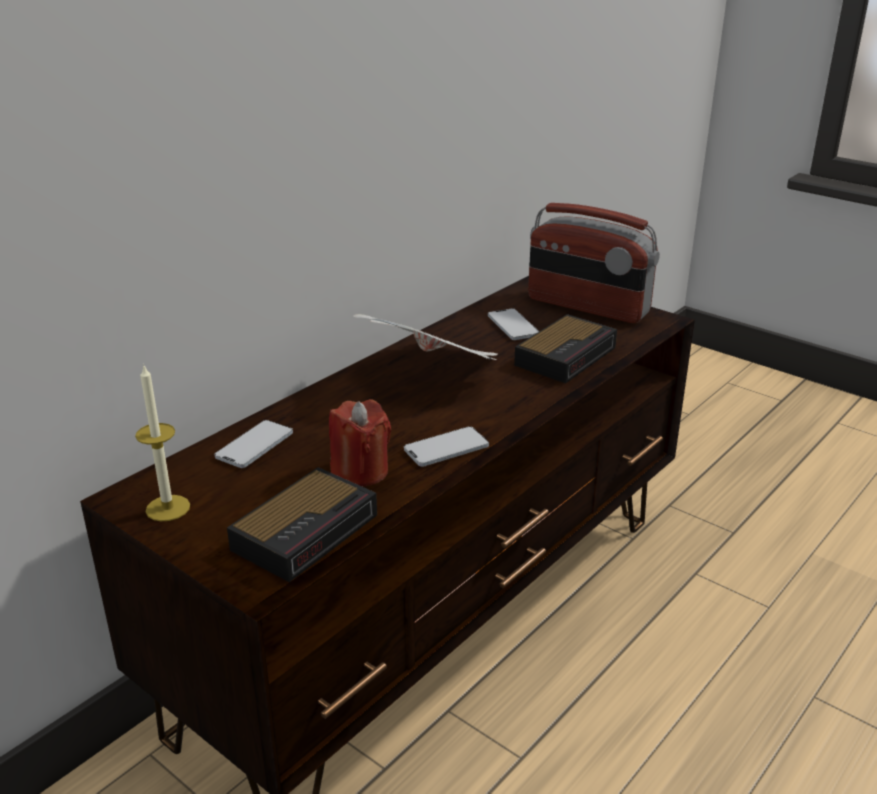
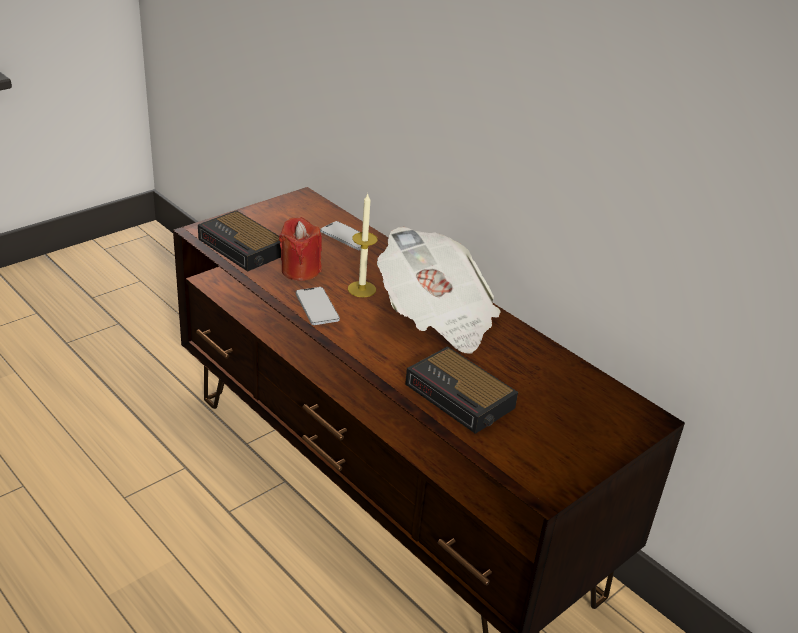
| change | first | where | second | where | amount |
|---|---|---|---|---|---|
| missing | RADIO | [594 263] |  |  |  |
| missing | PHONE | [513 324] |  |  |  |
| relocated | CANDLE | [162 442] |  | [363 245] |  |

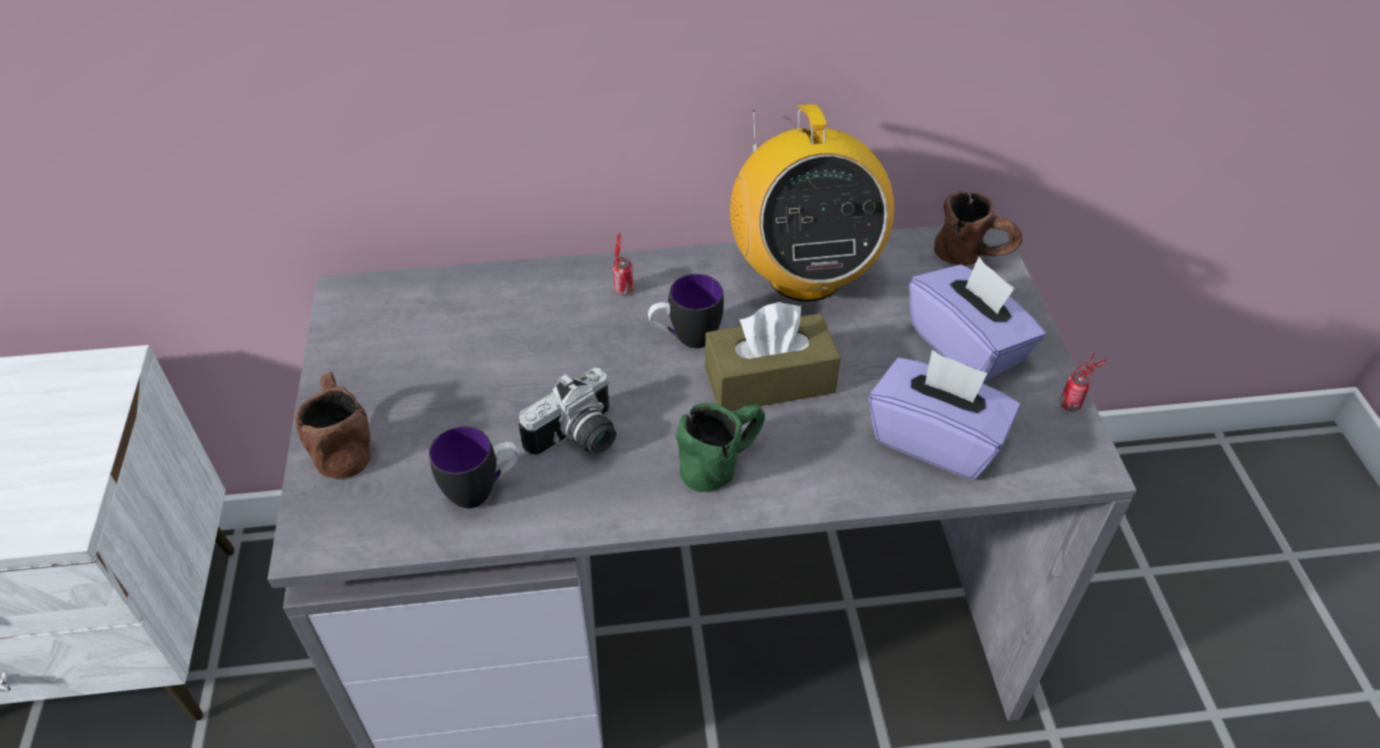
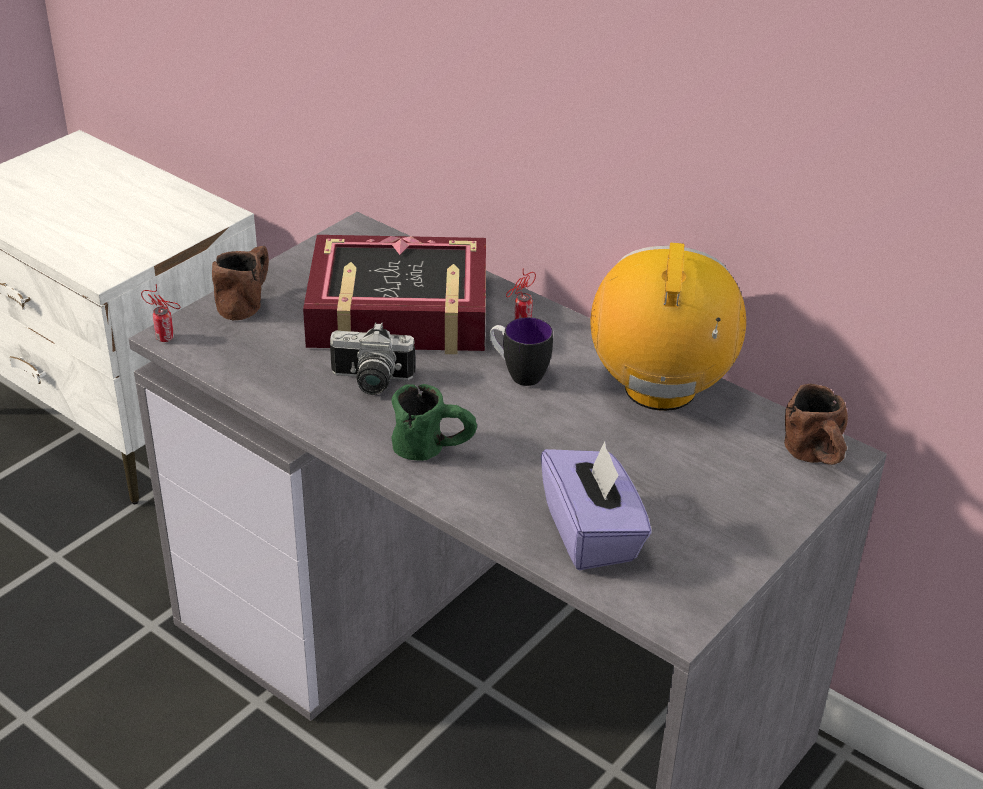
| change | first | where | second | where | amount |
|---|---|---|---|---|---|
| spun | RADIO | [812 203] |  | [668 326] | 150 degrees clockwise |
| missing | PURPLE TISSUE BOX | [977 320] |  |  |  |
| missing | BROWN TISSUE BOX | [773 356] |  |  |  |
| relocated | CAN | [1083 382] |  | [161 313] |  |
| missing | MUG | [474 467] |  |  |  |
| appeared |  |  | BOOK | [394 294] |  |

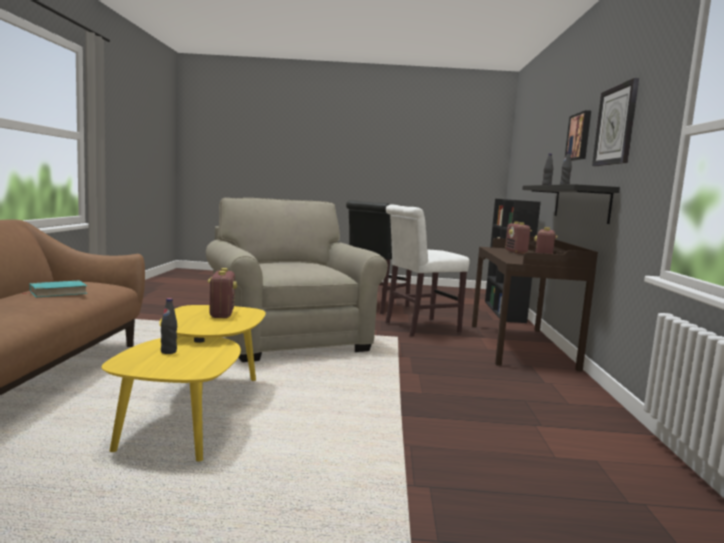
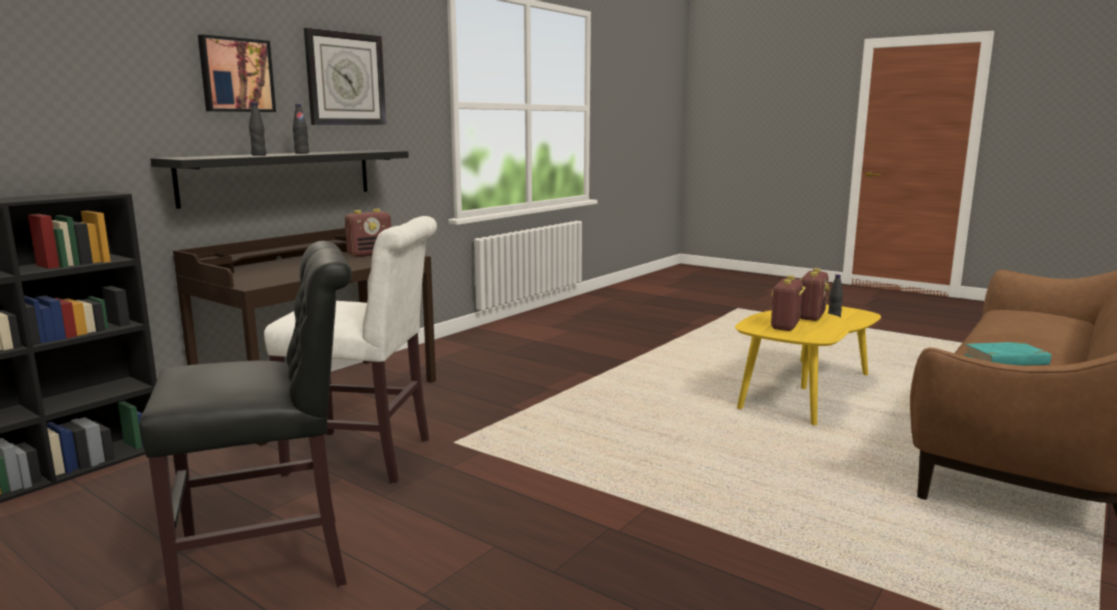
| change | first | where | second | where | amount |
|---|---|---|---|---|---|
| missing | BEIGE ARMCHAIR | [297 280] |  |  |  |
| relocated | RADIO | [518 237] |  | [815 294] |  |

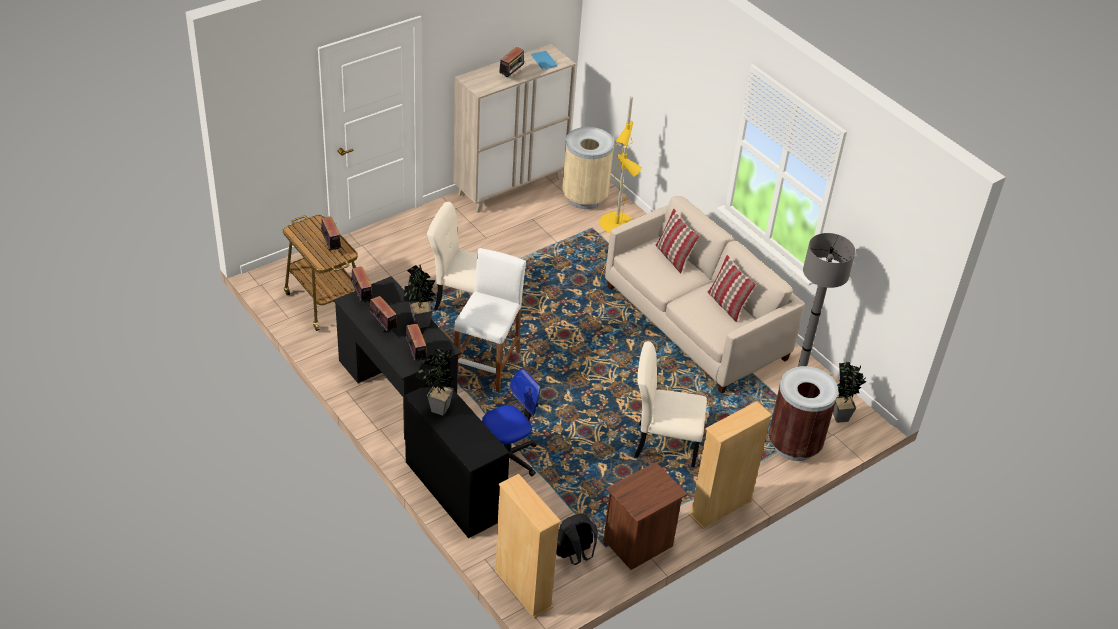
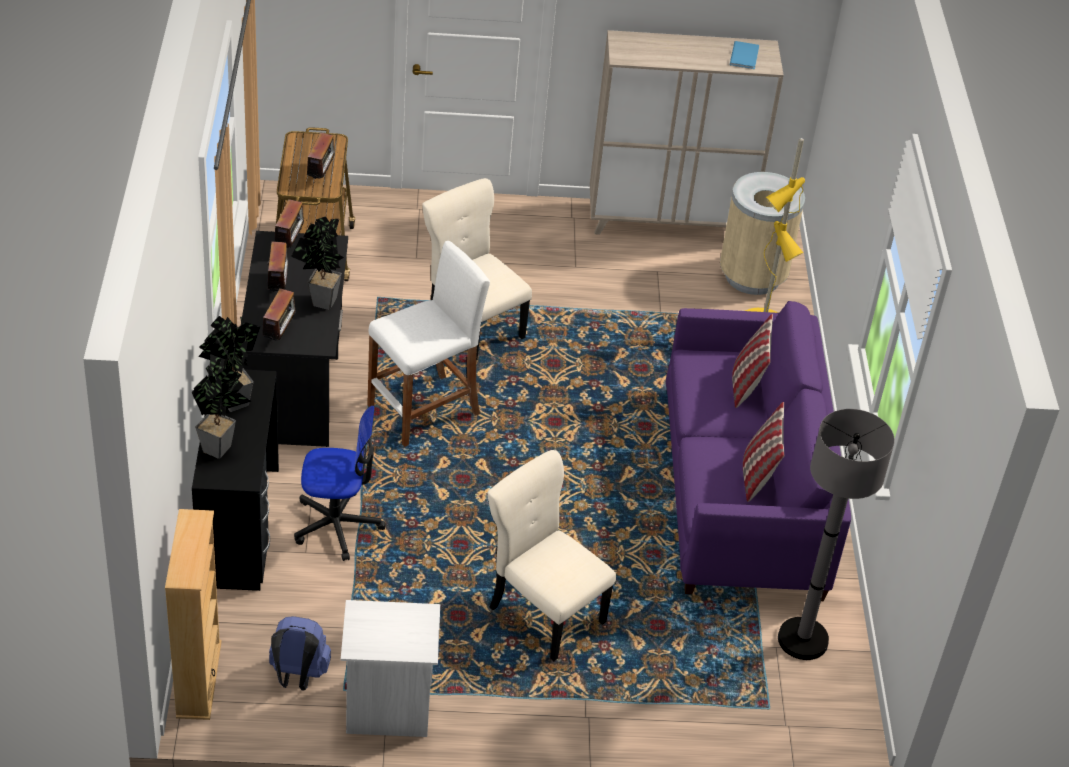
| change | first | where | second | where | amount |
|---|---|---|---|---|---|
| missing | RADIO | [510 62] |  |  |  |
| colour | BEIGE SOFA | [705 295] | PURPLE SOFA | [758 451] |  |
| relocated | POTTED PLANT | [849 392] |  | [222 406] |  |
| missing | BROWN TRASH CAN | [803 413] |  |  |  |
| missing | BEIGE BOOKCASE | [730 465] |  |  |  |
| colour | BROWN NIGHTSTAND | [645 516] | WHITE NIGHTSTAND | [390 668] |  |
| colour | BLACK BACKPACK | [577 539] | BLUE BACKPACK | [300 653] |  |

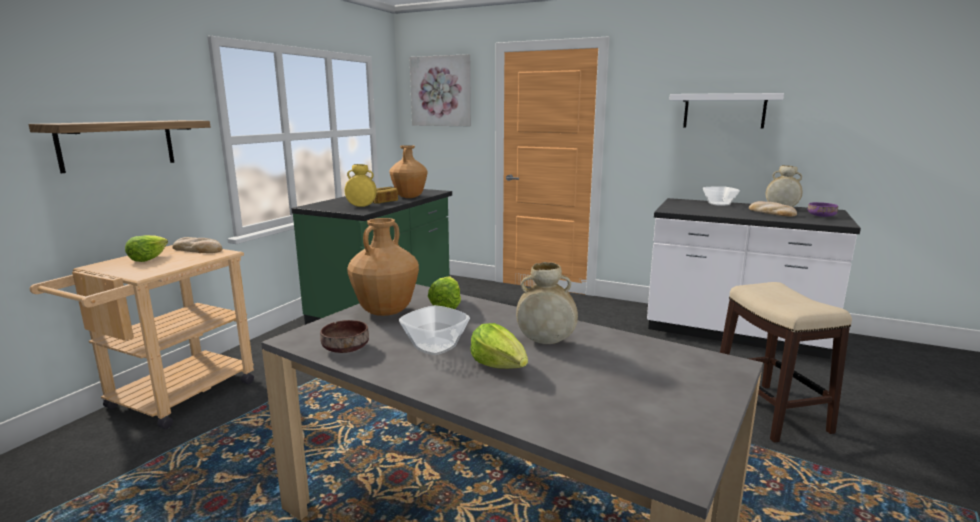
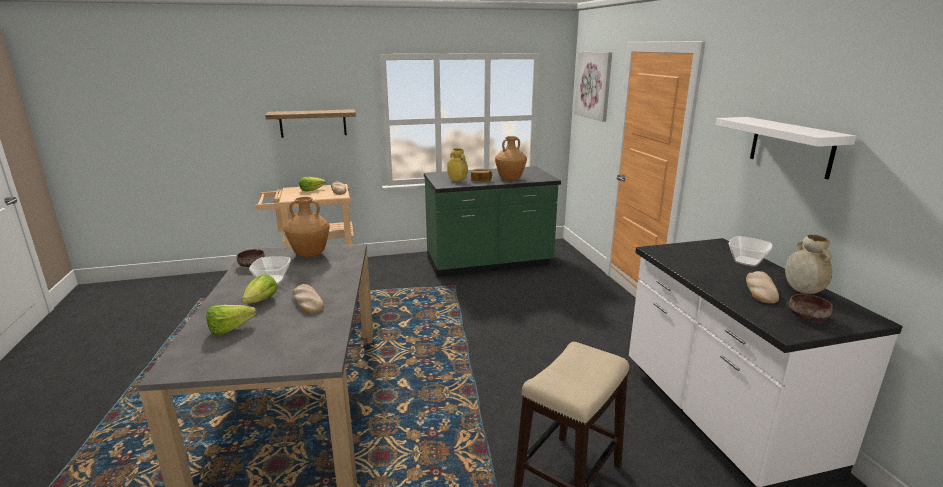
| change | first | where | second | where | amount |
|---|---|---|---|---|---|
| colour | PURPLE BOWL | [823 209] | BROWN BOWL | [811 307] |  |
| exchanged | BEIGE VASE | [547 303] | BREAD | [308 299] |  |
| relocated | LETTUCE | [444 292] |  | [231 320] |  |

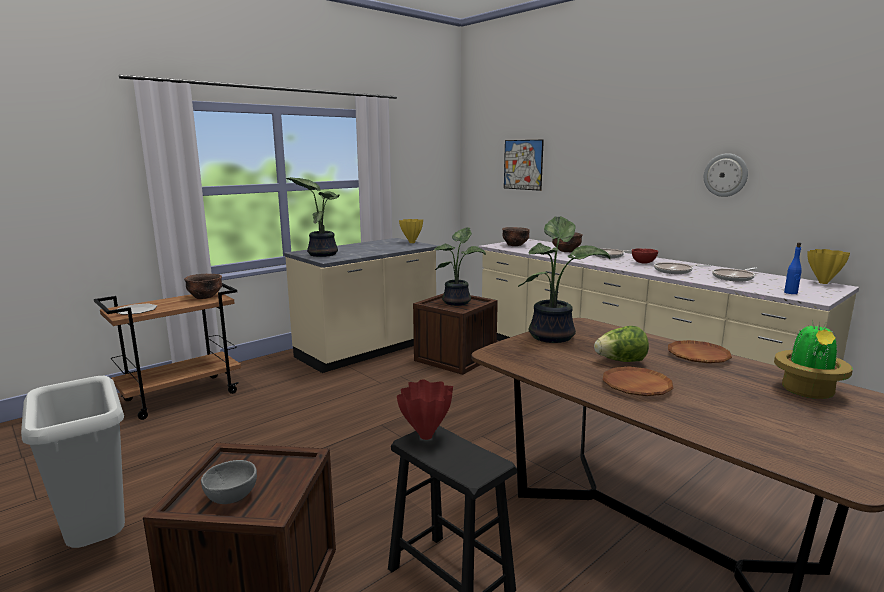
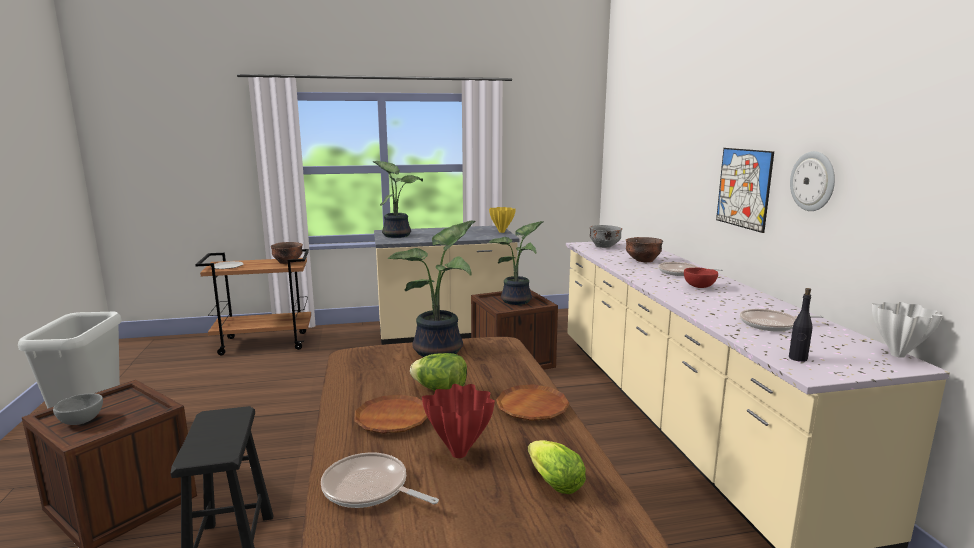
| change | first | where | second | where | amount |
|---|---|---|---|---|---|
| relocated | PICTURE | [524 165] |  | [745 190] |  |
| colour | BROWN BOWL | [516 236] | GREY BOWL | [606 236] |  |
| colour | BLUE BOTTLE | [793 268] | BLACK BOTTLE | [800 325] |  |
| colour | YELLOW VASE | [829 266] | WHITE VASE | [907 330] |  |
| relocated | FRYING PAN | [682 268] |  | [380 480] |  |
| exchanged | POTTED PLANT | [813 360] | LETTUCE | [557 467] |  |
| relocated | RED VASE | [425 409] |  | [458 421] |  |

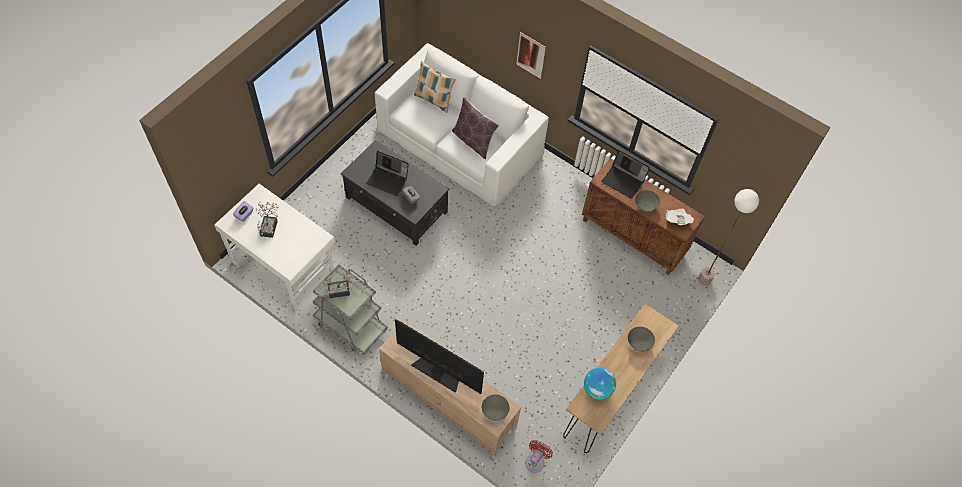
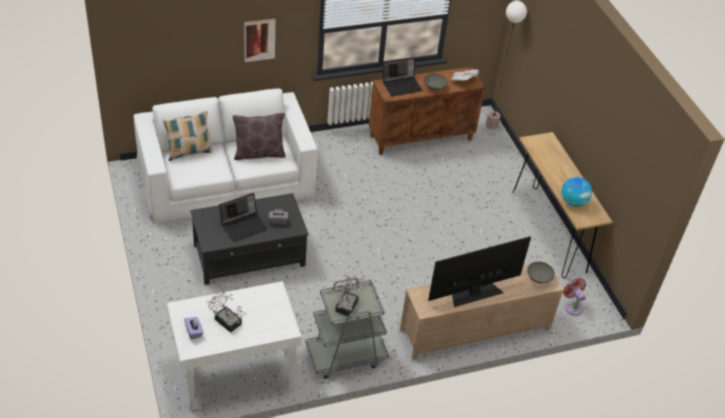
| change | first | where | second | where | amount |
|---|---|---|---|---|---|
| missing | GREY BOWL | [641 339] |  |  |  |

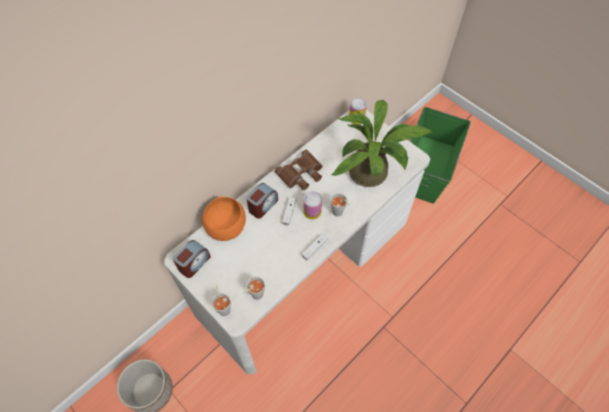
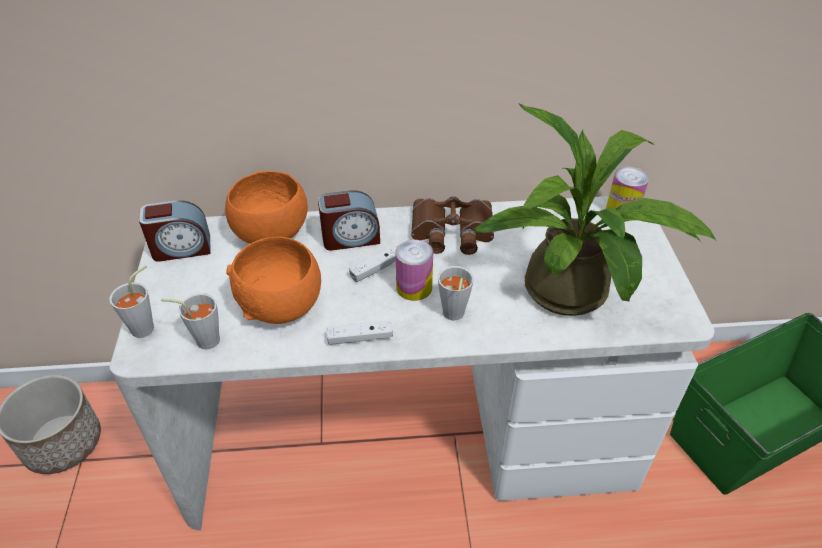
| change | first | where | second | where | amount |
|---|---|---|---|---|---|
| appeared |  |  | ORANGE BOWL | [273 280] |  |

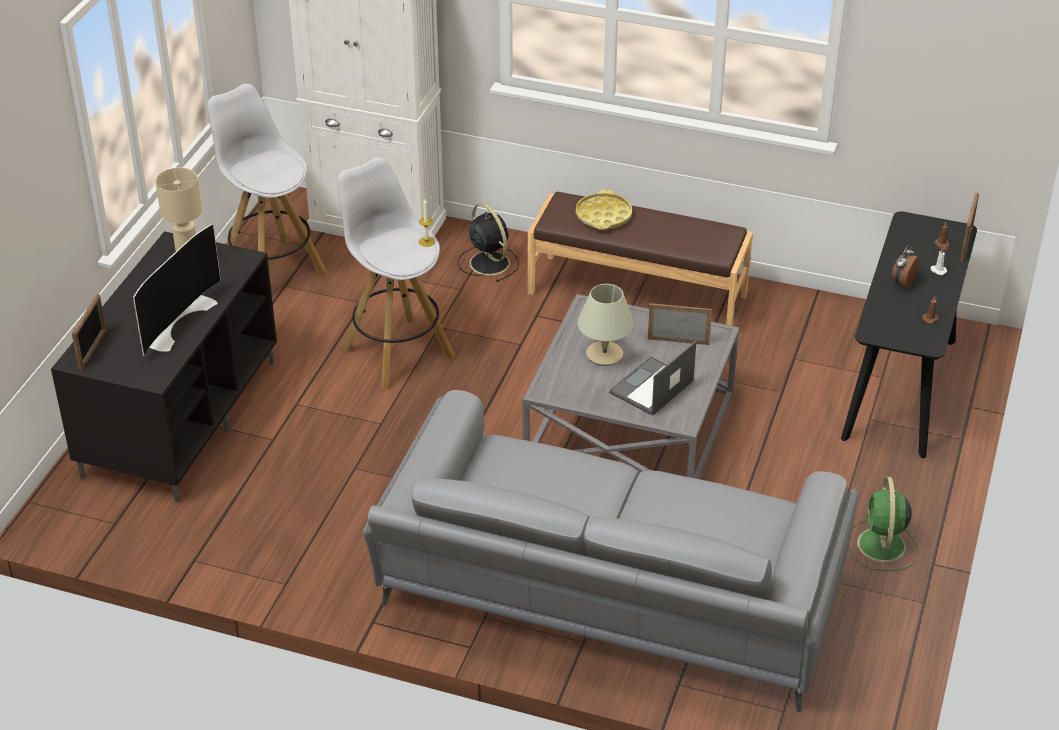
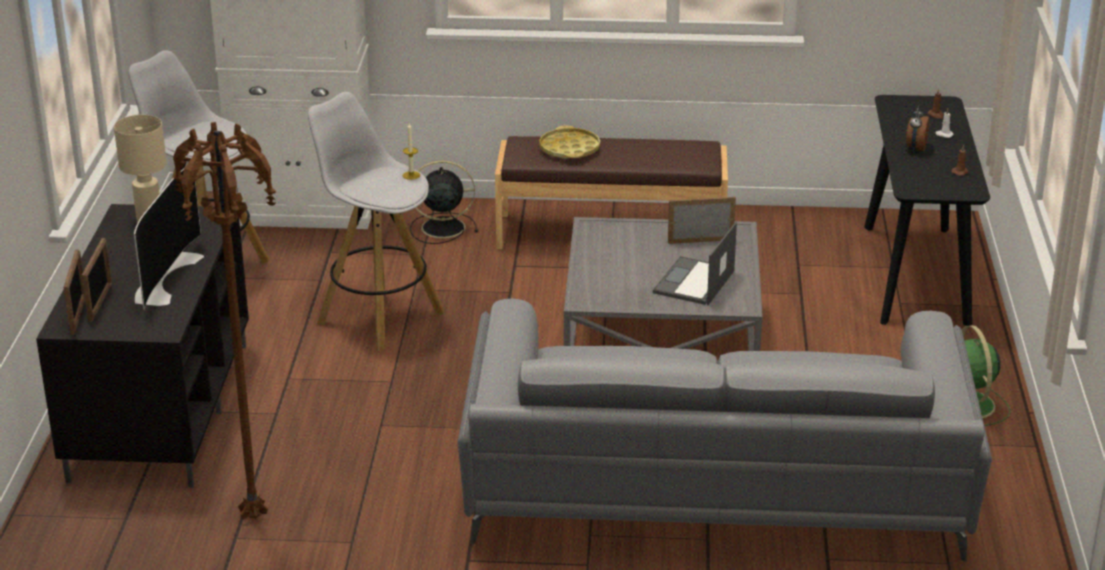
| change | first | where | second | where | amount |
|---|---|---|---|---|---|
| relocated | PICTURE FRAME | [969 227] |  | [97 280] |  |
| spun | BLACK FAN | [488 242] |  | [444 202] | 45 degrees counterclockwise |
| missing | BEIGE TABLE LAMP | [606 325] |  |  |  |
| appeared |  |  | BROWN FLOOR LAMP | [224 321] |  |

